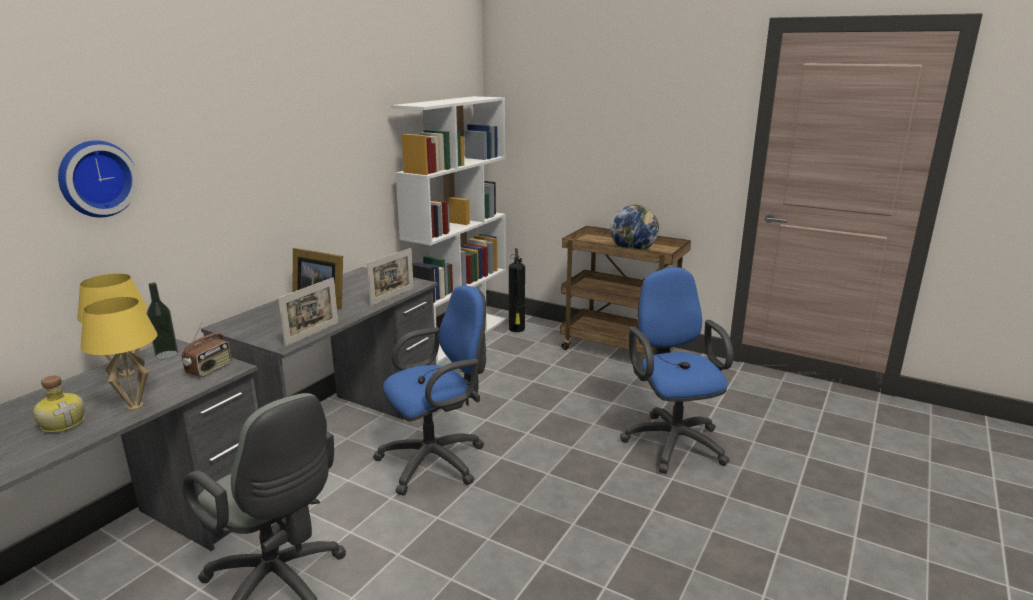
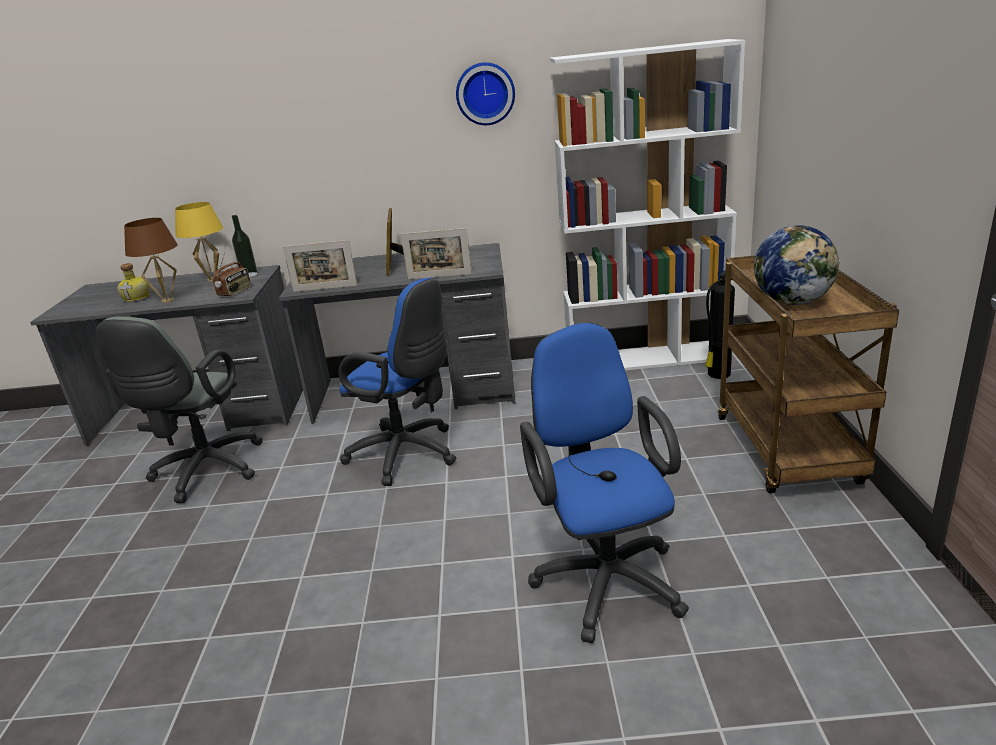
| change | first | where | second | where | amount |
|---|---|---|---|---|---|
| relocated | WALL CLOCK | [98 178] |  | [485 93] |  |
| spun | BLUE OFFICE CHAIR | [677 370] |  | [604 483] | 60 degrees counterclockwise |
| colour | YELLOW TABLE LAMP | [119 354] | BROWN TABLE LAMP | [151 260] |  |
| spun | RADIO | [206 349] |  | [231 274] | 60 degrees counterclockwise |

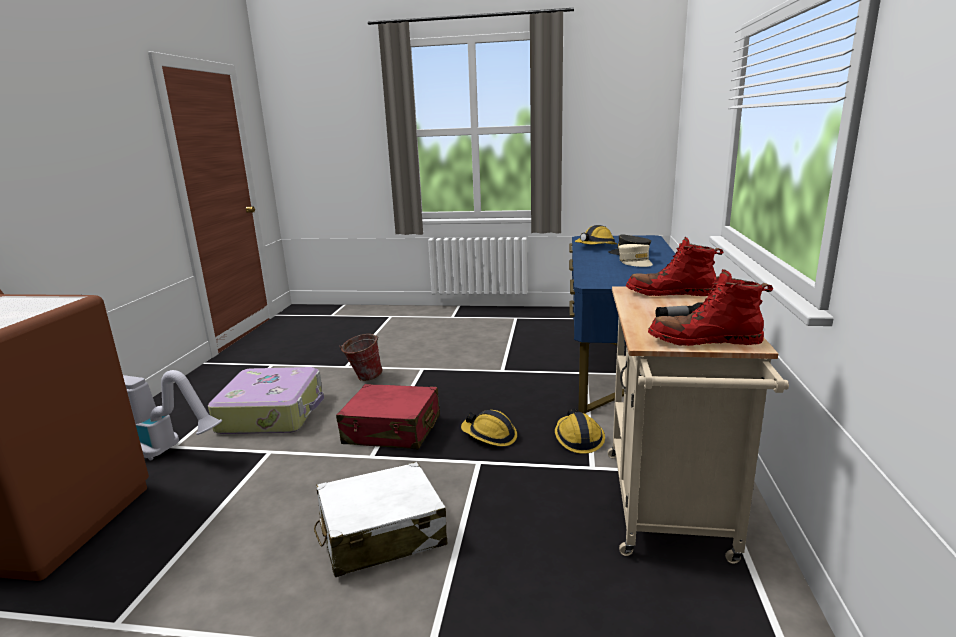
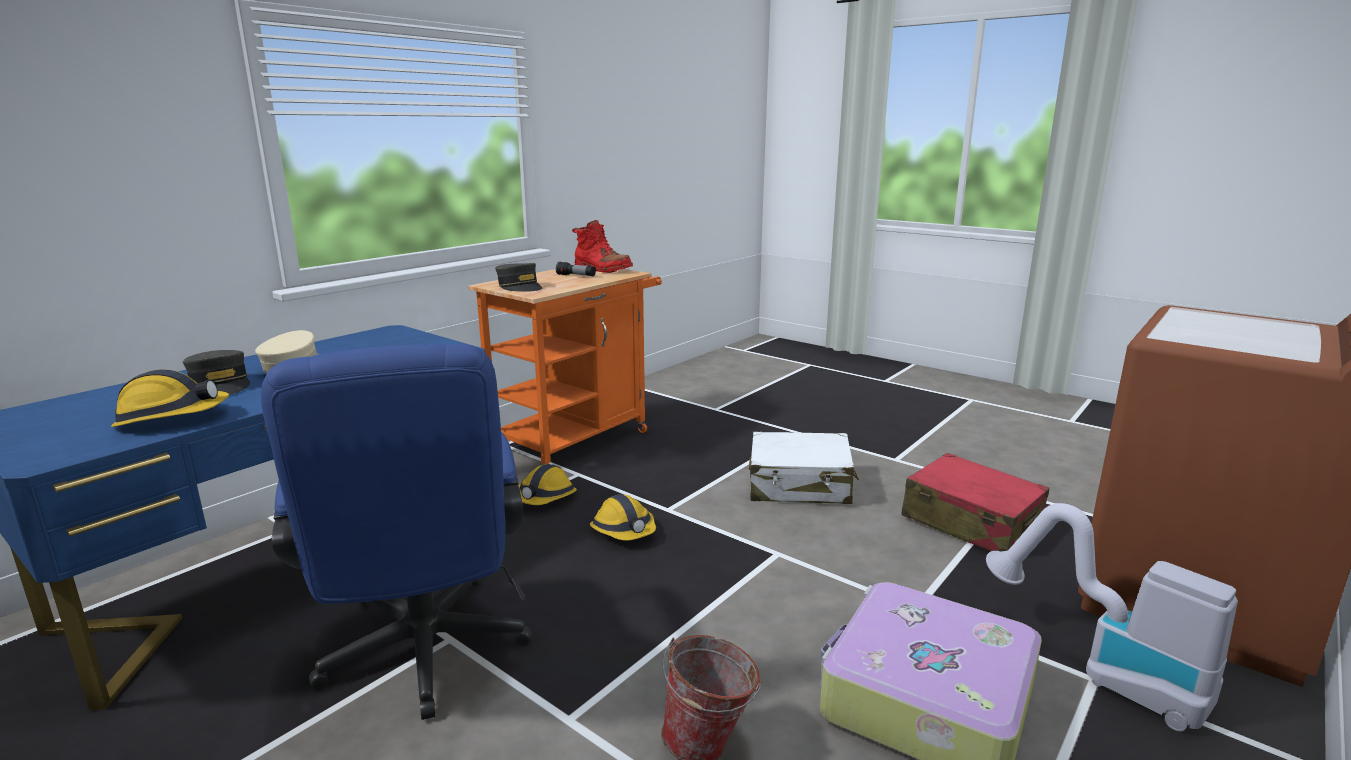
| change | first | where | second | where | amount |
|---|---|---|---|---|---|
| exchanged | RED BOOT | [674 266] | GREY CAP | [518 277] |  |
| colour | BEIGE CART | [698 425] | ORANGE CART | [565 367] |  |
| relocated | RED SUITCASE | [388 416] |  | [975 502] |  |
| appeared |  |  | BLUE OFFICE CHAIR | [396 532] |  |

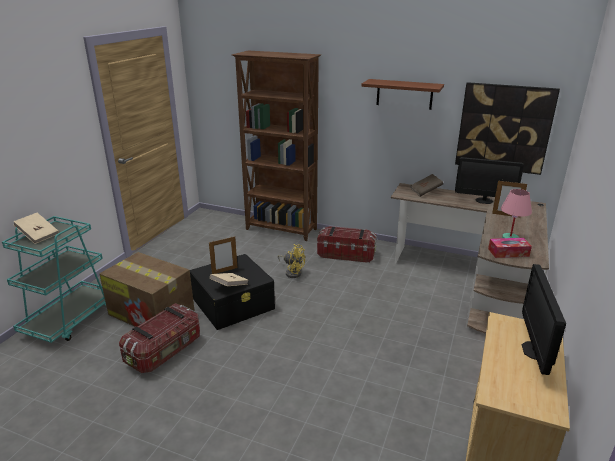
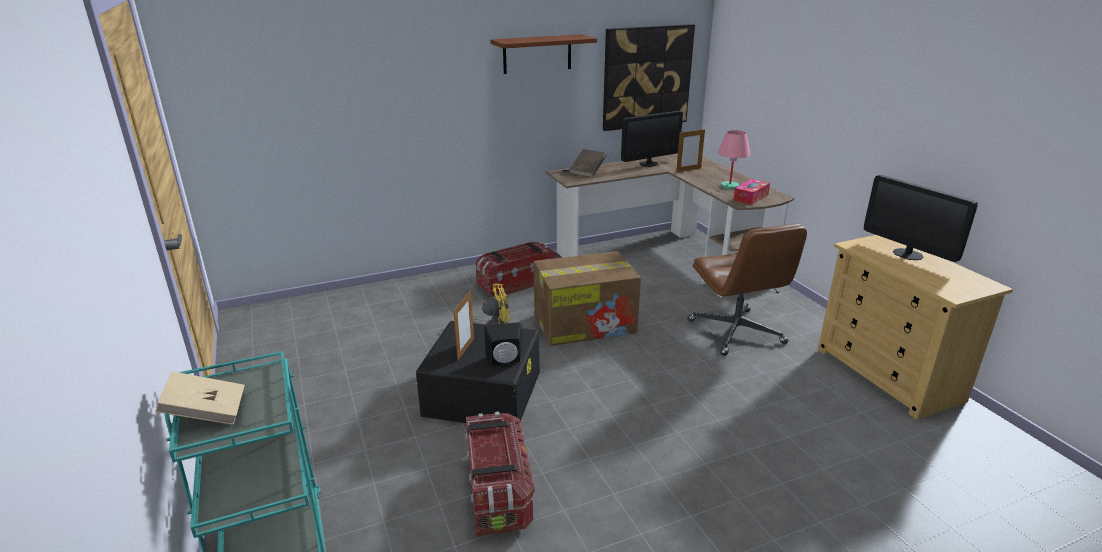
| change | first | where | second | where | amount |
|---|---|---|---|---|---|
| missing | BROWN BOOKCASE | [276 145] |  |  |  |
| relocated | CARDBOARD BOX | [147 289] |  | [587 298] |  |
| exchanged | BEIGE BOOK | [229 279] | BLACK SPEAKER | [503 343] |  |
| appeared |  |  | BROWN OFFICE CHAIR | [747 290] |  |

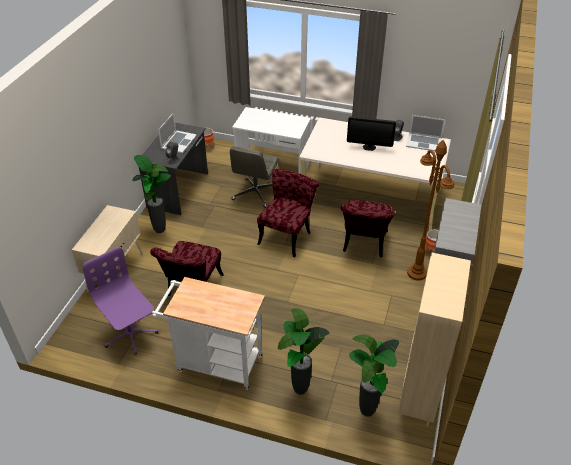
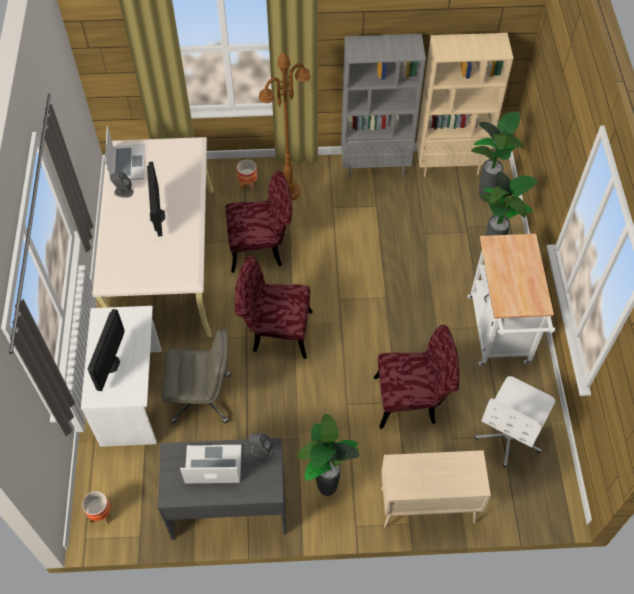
| change | first | where | second | where | amount |
|---|---|---|---|---|---|
| colour | PURPLE OFFICE CHAIR | [121 301] | WHITE OFFICE CHAIR | [514 422] |  |
| appeared |  |  | MONITOR | [106 350] |  |

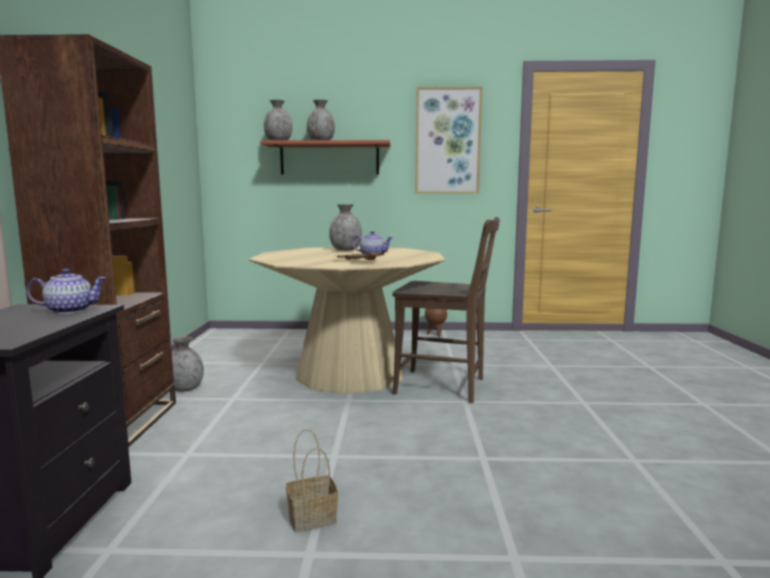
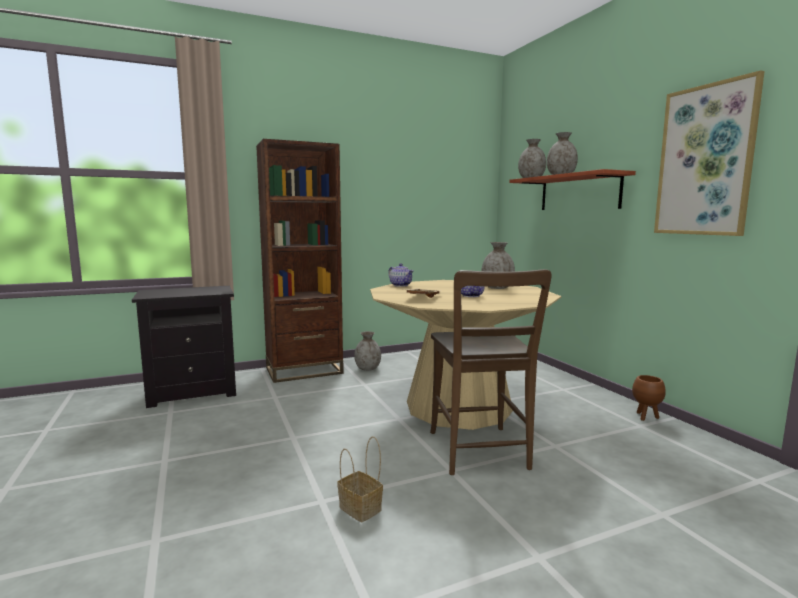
| change | first | where | second | where | amount |
|---|---|---|---|---|---|
| relocated | TEAPOT | [66 291] |  | [401 275] |  |
| relocated | BASKET | [312 480] |  | [360 479] |  |

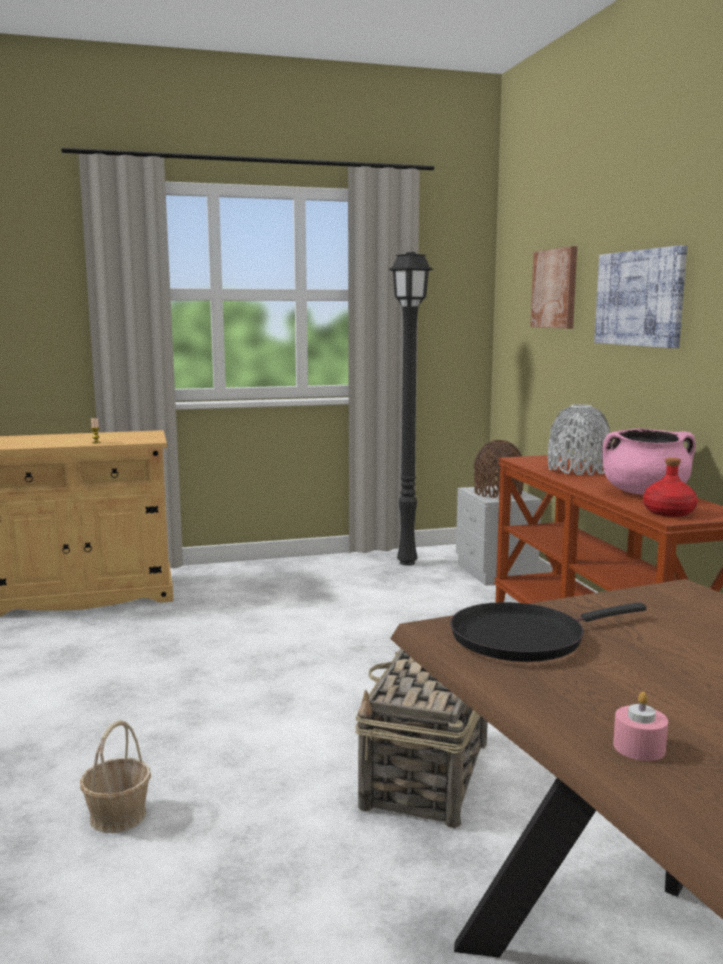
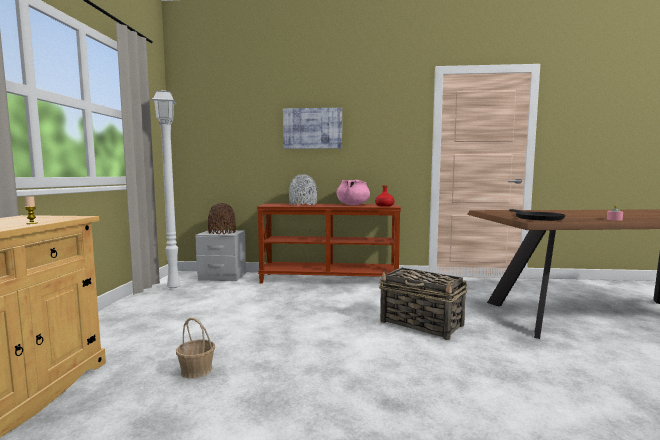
| change | first | where | second | where | amount |
|---|---|---|---|---|---|
| missing | PICTURE | [553 287] |  |  |  |
| colour | BLACK FLOOR LAMP | [410 409] | WHITE FLOOR LAMP | [166 190] |  |
| relocated | BASKET | [115 776] |  | [195 348] |  |

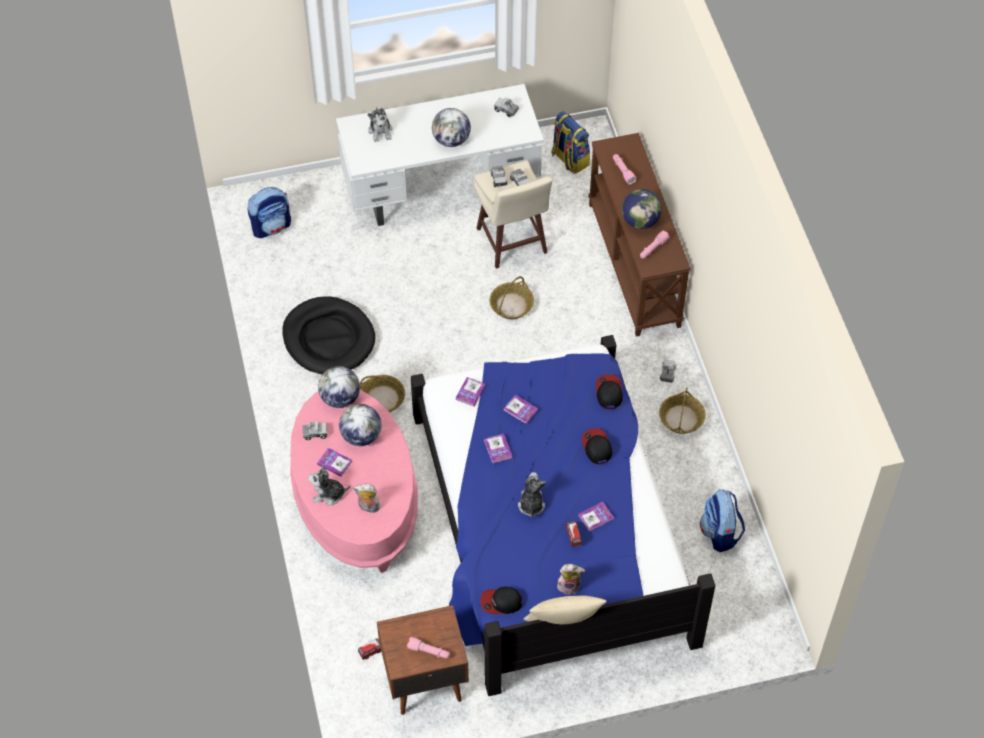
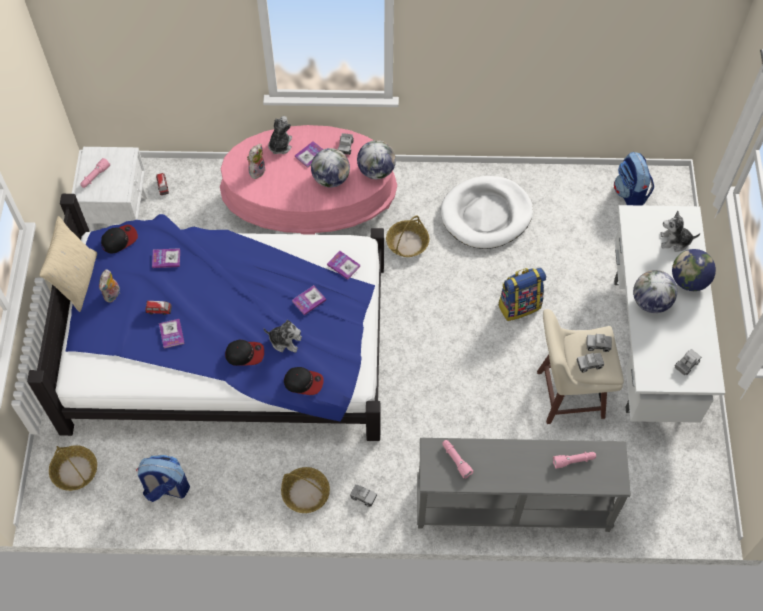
| change | first | where | second | where | amount |
|---|---|---|---|---|---|
| relocated | BACKPACK | [570 142] |  | [522 294] |  |
| colour | BROWN CONSOLE TABLE | [639 235] | GREY CONSOLE TABLE | [524 485] |  |
| relocated | GLOBE | [642 209] |  | [694 270] |  |
| relocated | BASKET | [511 297] |  | [73 468] |  |
| colour | BLACK DOG BED | [329 335] | WHITE DOG BED | [487 212] |  |
| relocated | BOOK | [498 448] |  | [166 258] |  |
| relocated | PLUSH TOY | [532 495] |  | [282 336] |  |
| spun | CAP | [501 600] |  | [119 239] | 45 degrees clockwise |
| colour | BROWN NIGHTSTAND | [423 660] | WHITE NIGHTSTAND | [111 189] |  |

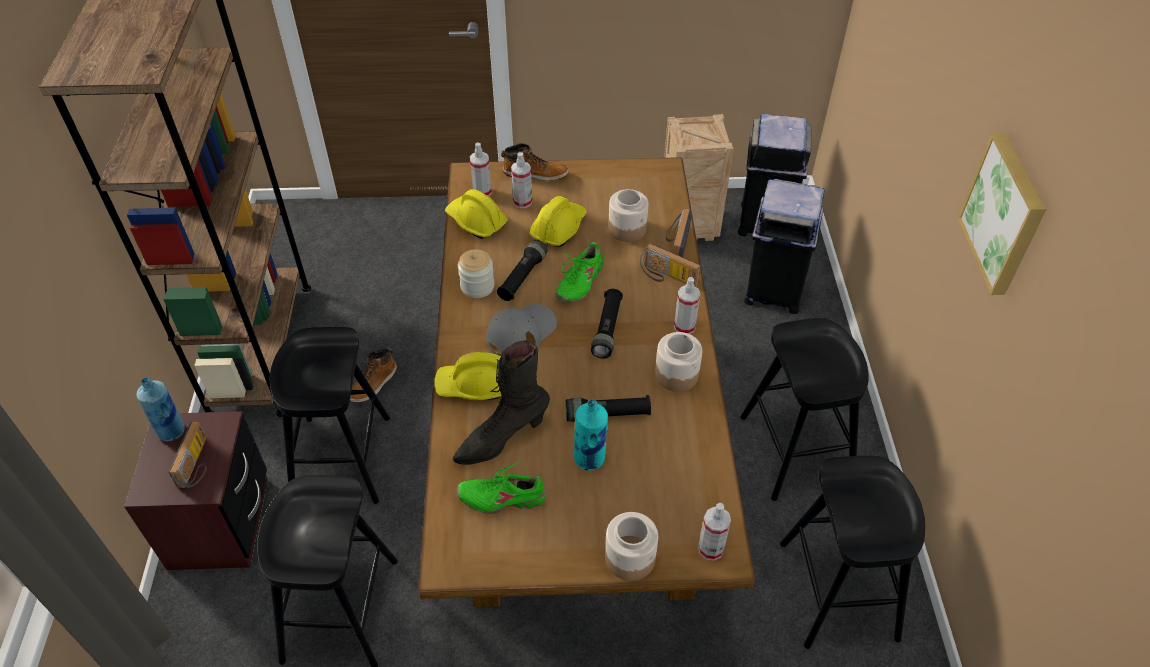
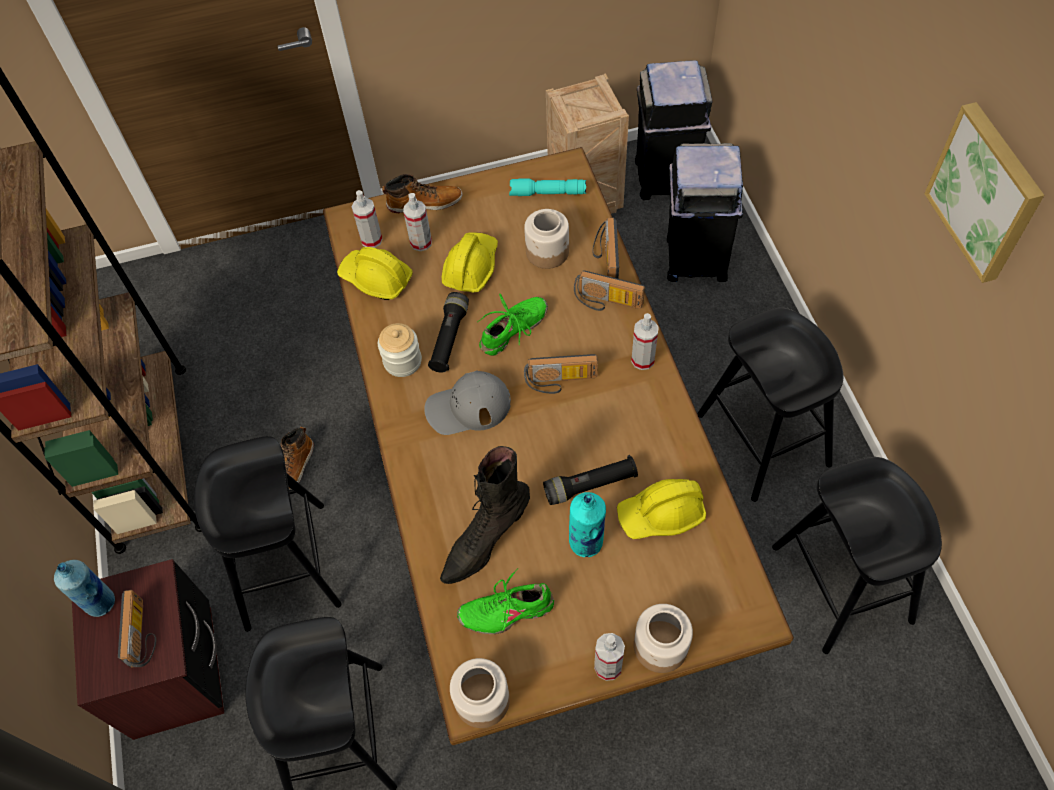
| change | first | where | second | where | amount |
|---|---|---|---|---|---|
| spun | GREEN SHOE | [581 272] |  | [512 325] | 150 degrees counterclockwise |
| exchanged | BLACK FLASHLIGHT | [607 324] | RADIO | [561 374] |  |
| spun | GREY CAP | [521 330] |  | [467 402] | 135 degrees counterclockwise |
| relocated | JAR | [678 362] |  | [480 693] |  |
| relocated | YELLOW HARD HAT | [467 376] |  | [661 509] |  |
| relocated | SPRAY BOTTLE | [714 532] |  | [609 657] |  |
| appeared |  |  | TURQUOISE FLASHLIGHT | [547 187] |  |

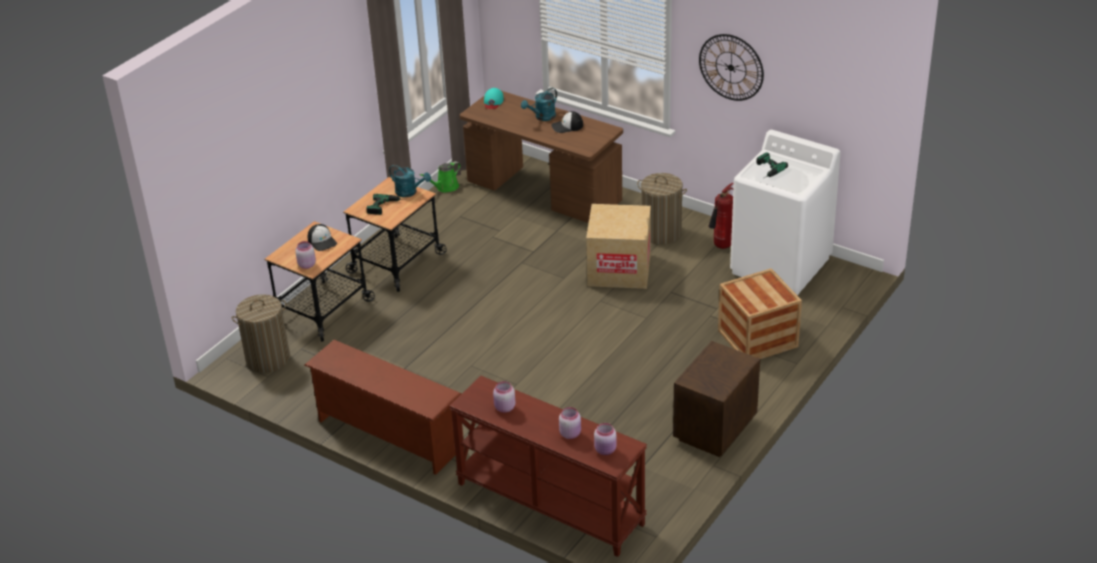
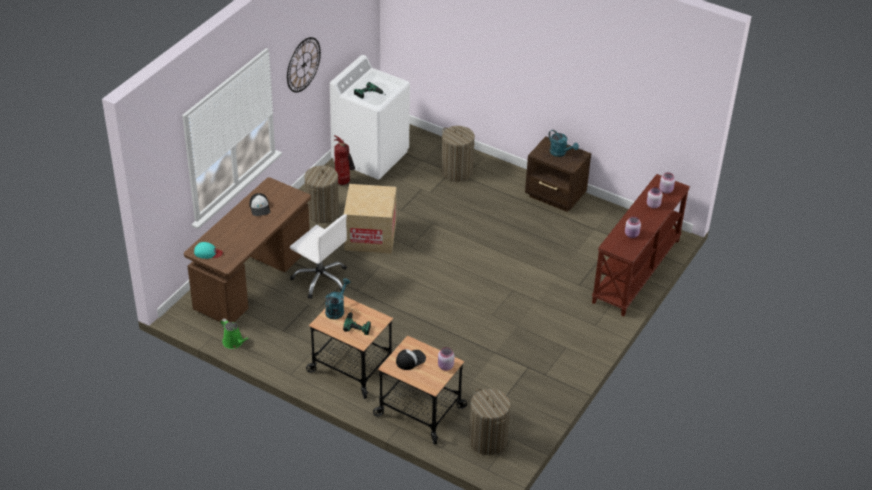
| change | first | where | second | where | amount |
|---|---|---|---|---|---|
| relocated | TURQUOISE WATERING CAN | [539 104] |  | [564 143] |  |
| exchanged | CRATE | [760 313] | LAUNDRY BASKET | [458 154] |  |
| missing | BROWN SHOE RACK | [385 407] |  |  |  |
| appeared |  |  | WHITE OFFICE CHAIR | [318 256] |  |

